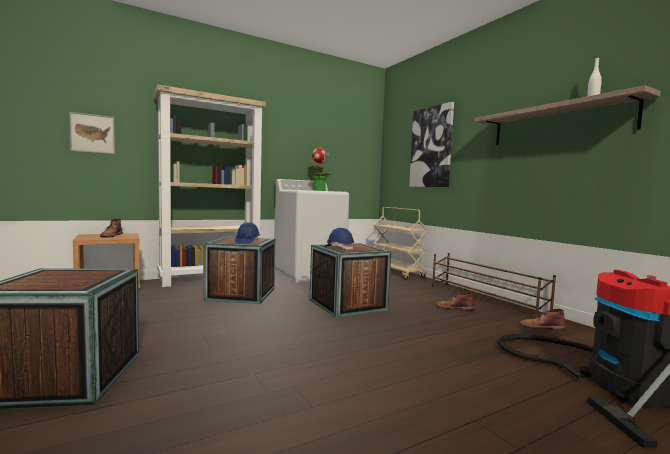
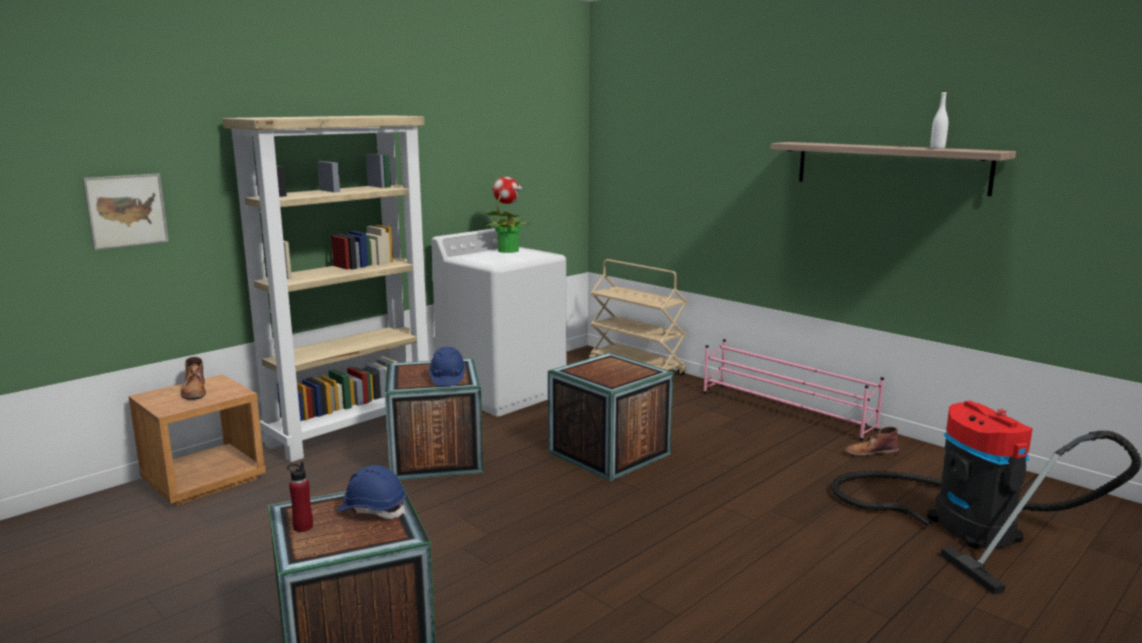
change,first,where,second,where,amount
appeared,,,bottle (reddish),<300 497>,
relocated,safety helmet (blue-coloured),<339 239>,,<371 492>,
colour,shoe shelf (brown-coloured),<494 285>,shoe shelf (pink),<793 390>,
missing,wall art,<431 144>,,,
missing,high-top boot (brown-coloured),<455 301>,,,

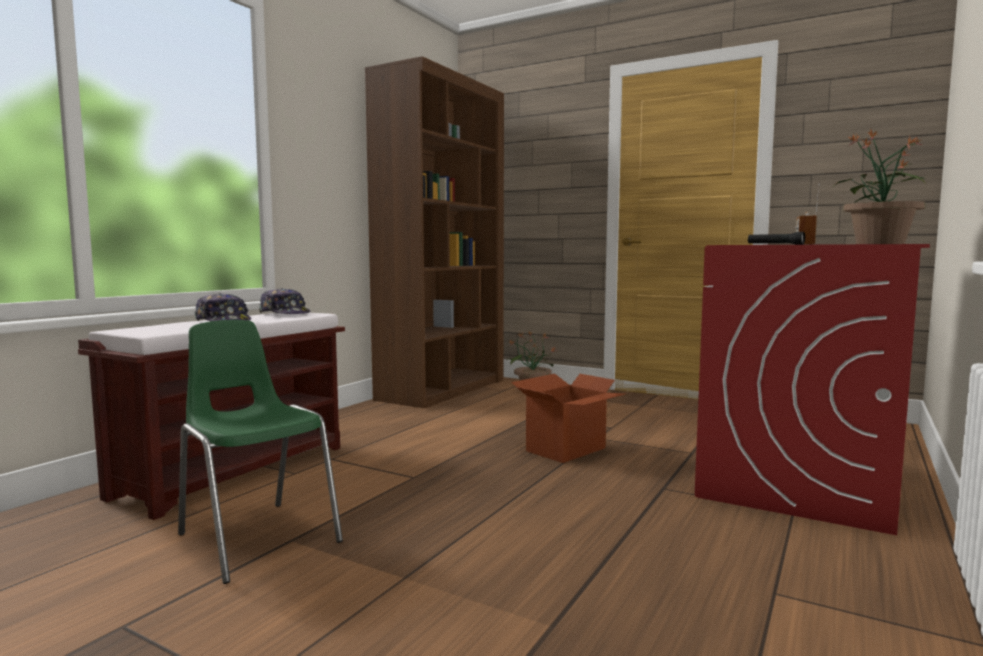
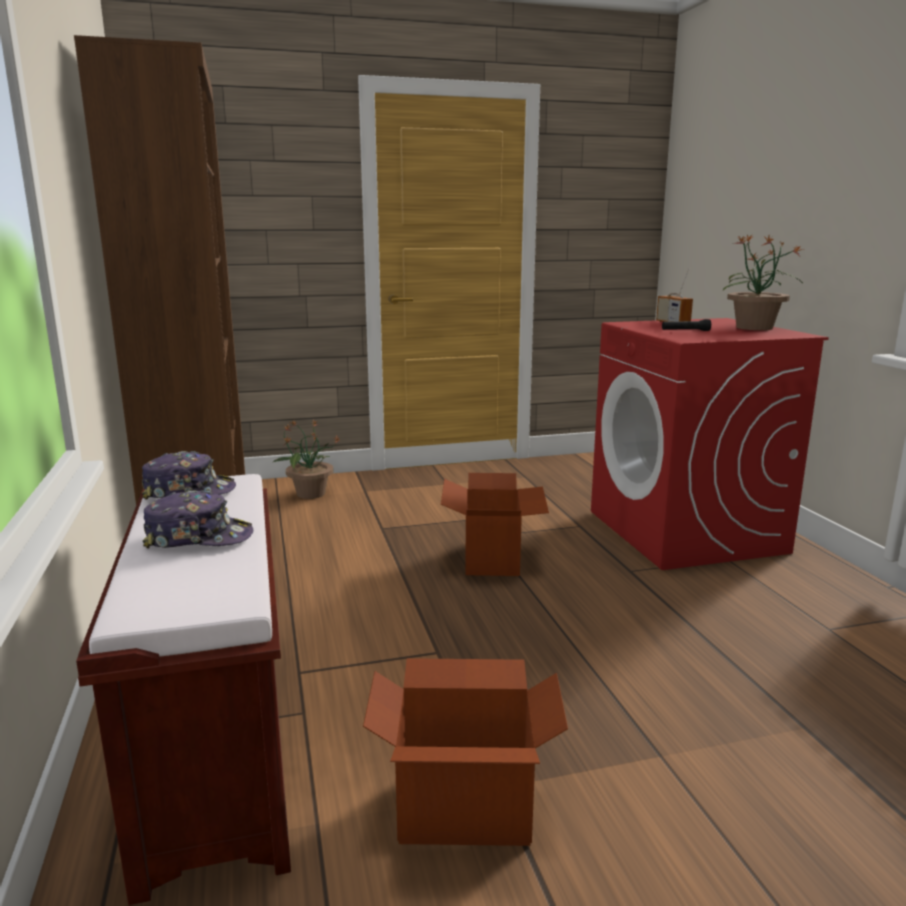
change,first,where,second,where,amount
exchanged,chair (green),<260 452>,carton,<465 752>,

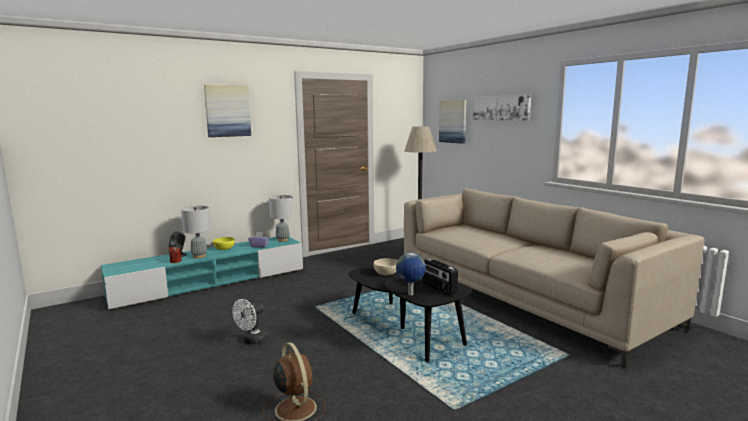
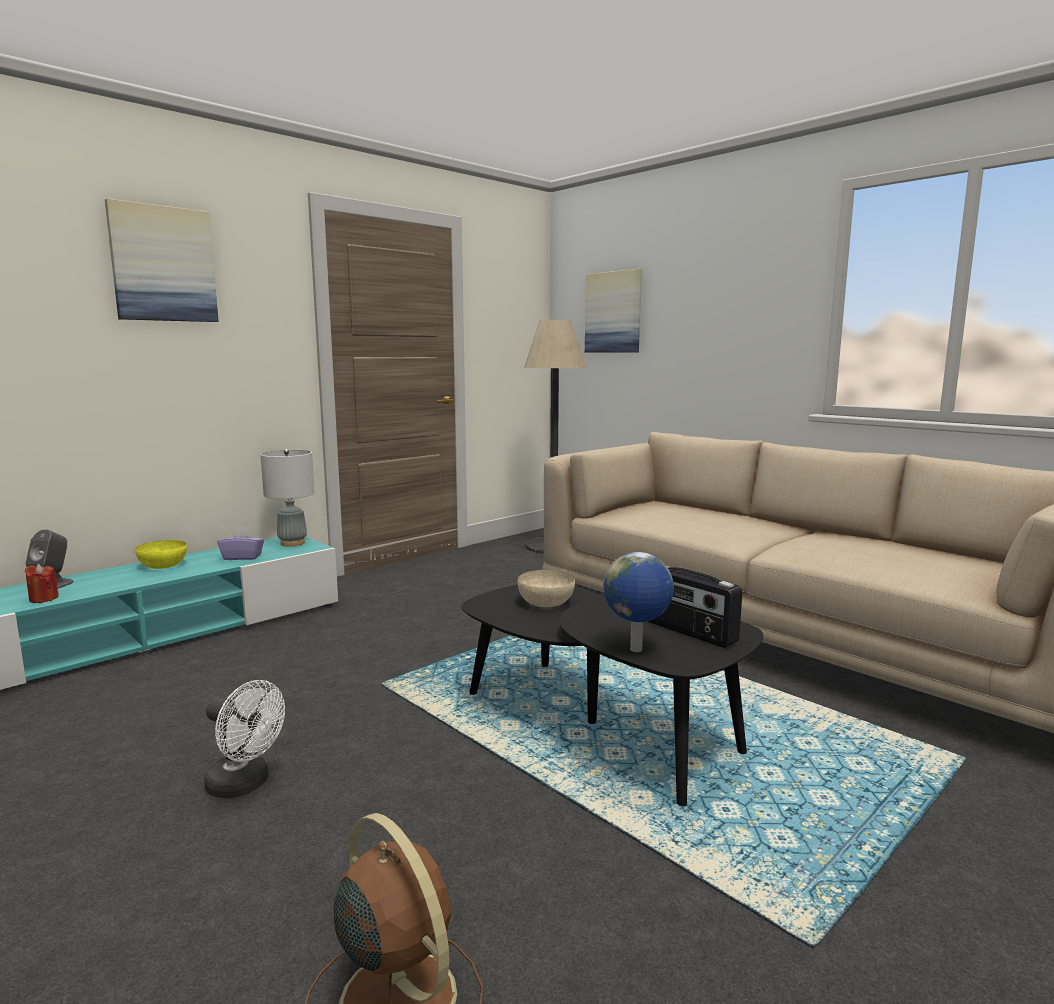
change,first,where,second,where,amount
spun,fan (white),<250 321>,,<244 739>,90 degrees counterclockwise
missing,lamp for a table (grey),<196 232>,,,
missing,wall art,<502 107>,,,

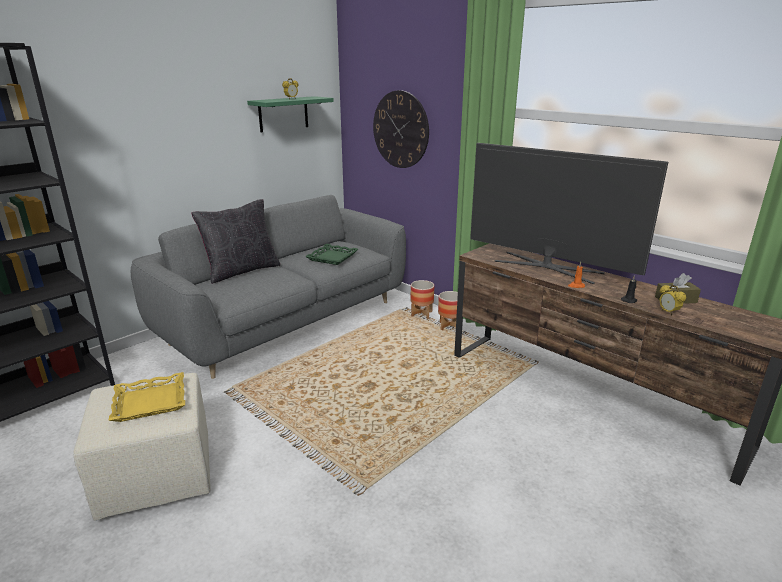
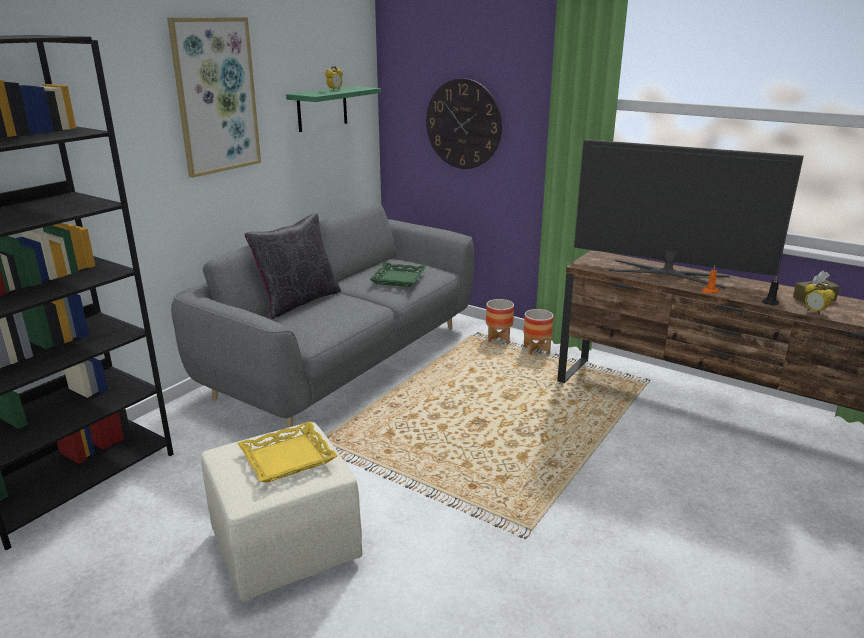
change,first,where,second,where,amount
appeared,,,wall art,<214 97>,

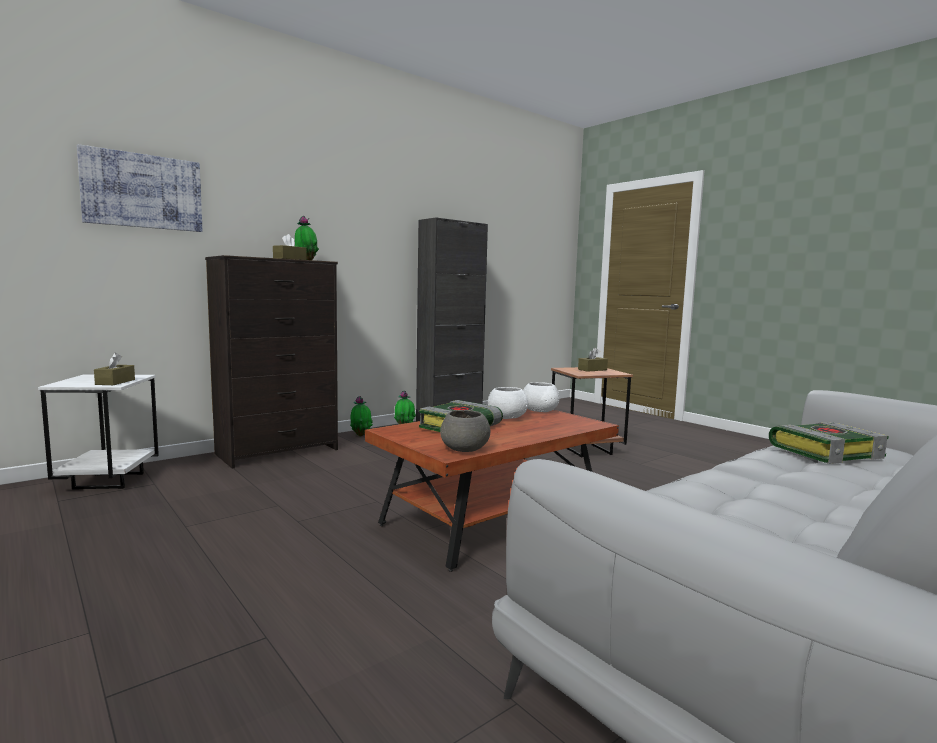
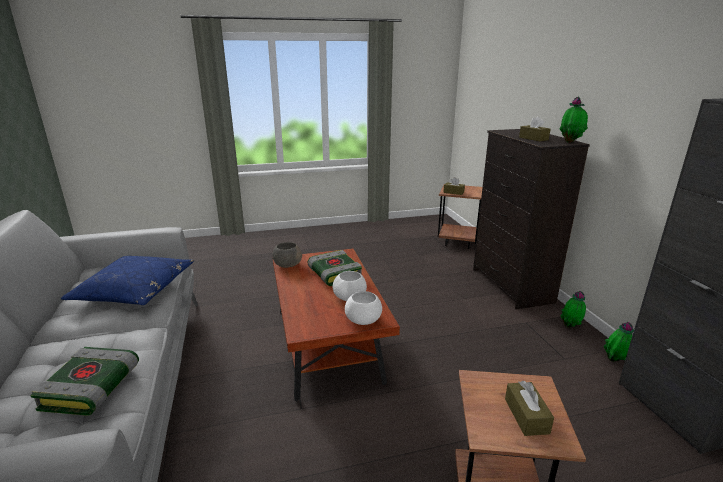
change,first,where,second,where,amount
appeared,,,cushion (blue-coloured),<127 280>,
colour,end table (white),<98 432>,end table (brown-coloured),<460 217>,
missing,wall art,<140 188>,,,

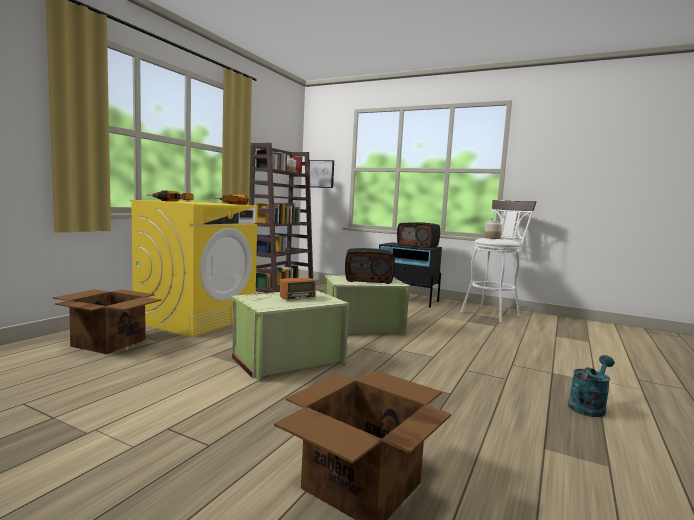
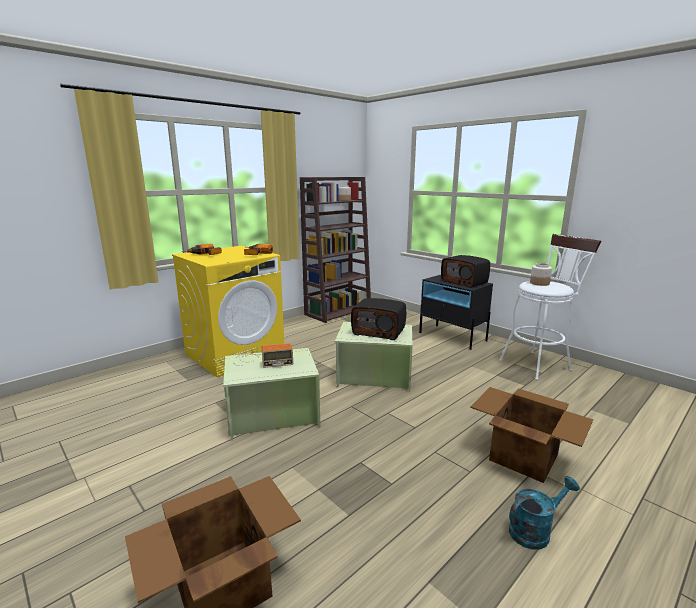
change,first,where,second,where,amount
relocated,carton,<107 321>,,<531 435>,
missing,wall art,<321 174>,,,

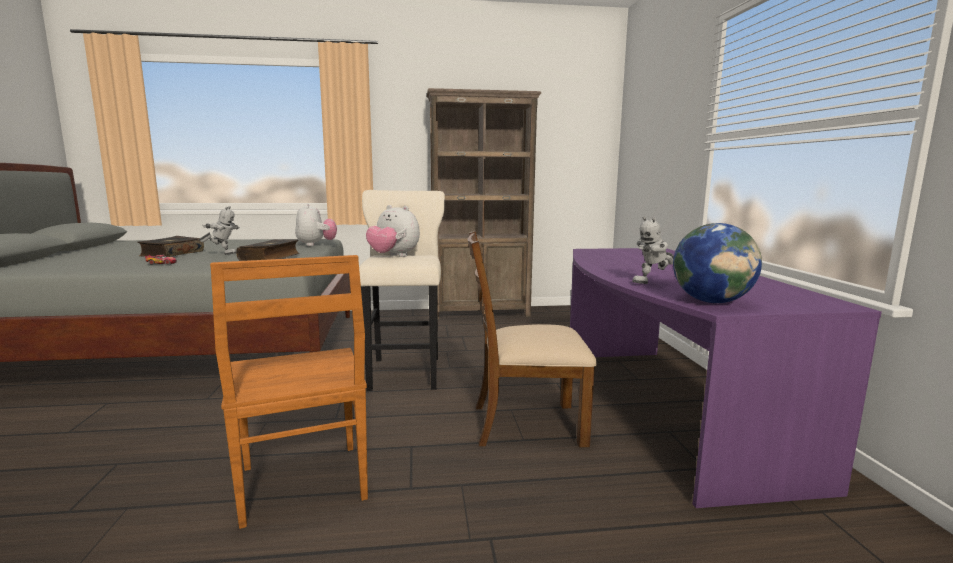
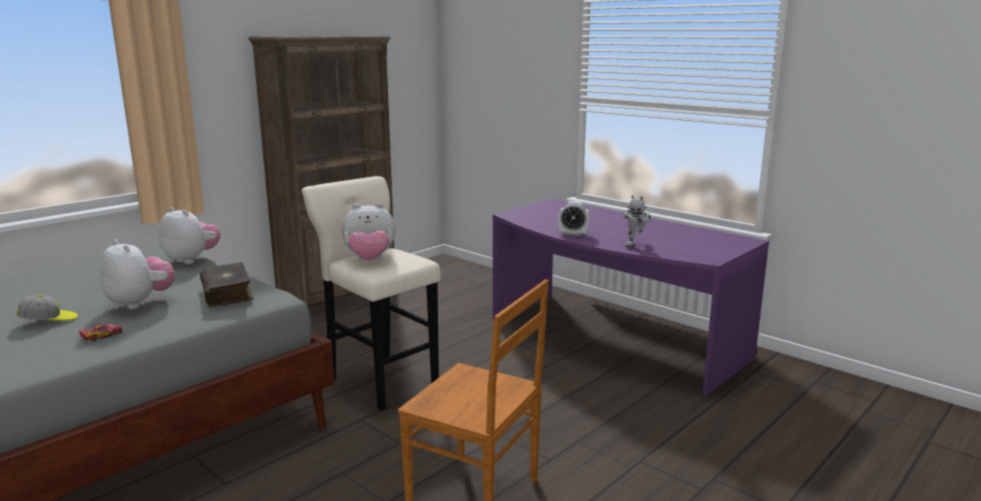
change,first,where,second,where,amount
exchanged,book,<170 246>,cap,<47 307>,
exchanged,model robot,<219 230>,soft toy,<137 274>,
appeared,,,alarm clock,<574 218>,
missing,chair (brown-coloured),<532 339>,,,
missing,desk globe,<717 263>,,,

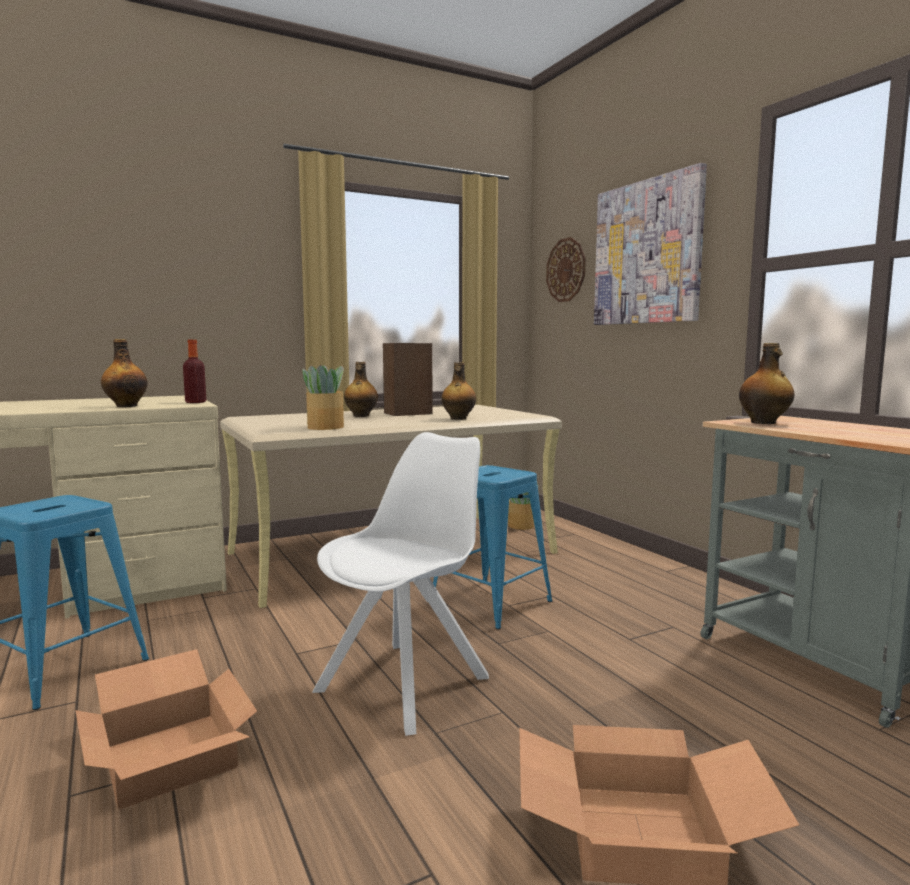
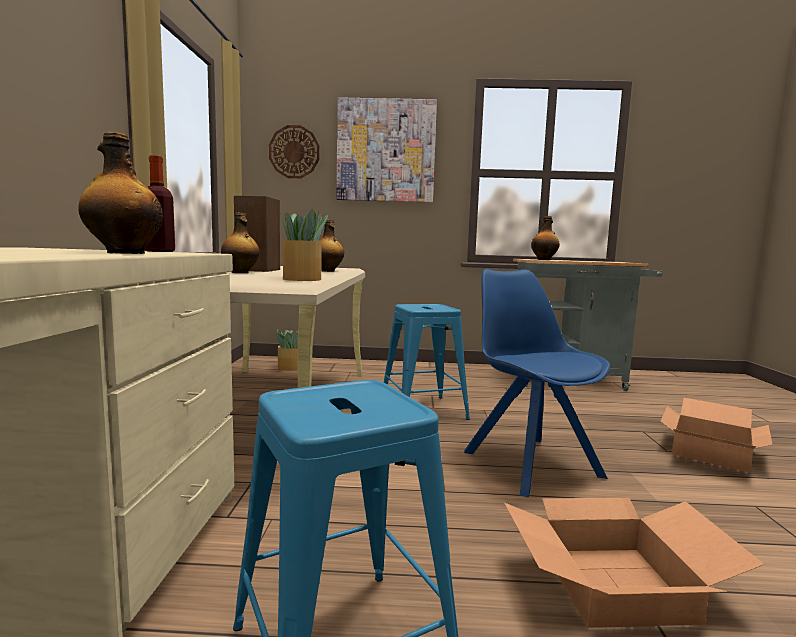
change,first,where,second,where,amount
colour,chair (white),<400 584>,chair (blue-coloured),<537 383>,

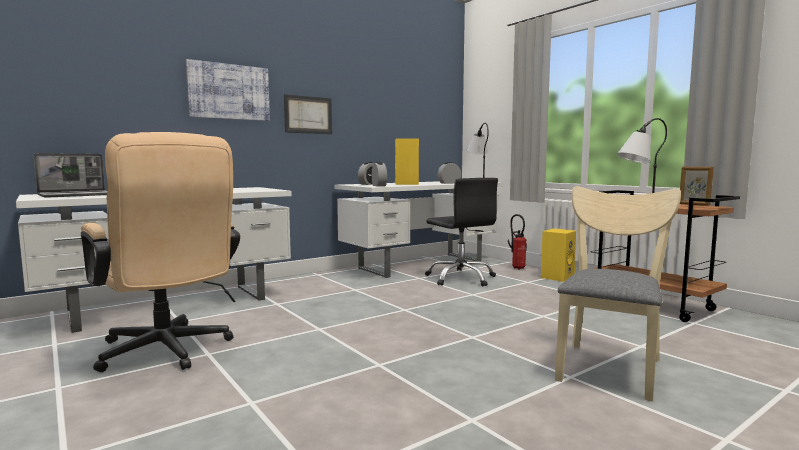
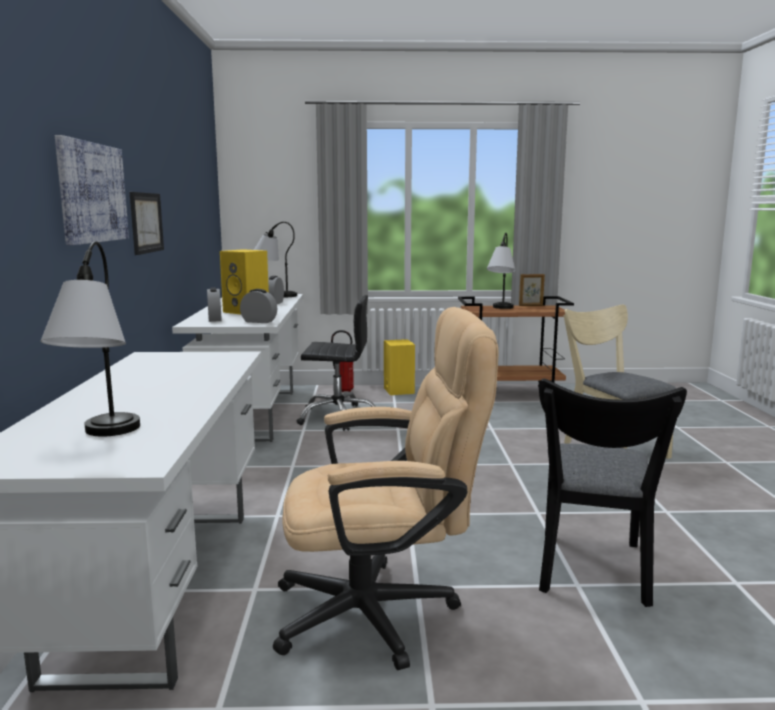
change,first,where,second,where,amount
exchanged,laptop,<71 175>,lamp for a table,<90 338>,
appeared,,,chair (black-coloured),<613 493>,

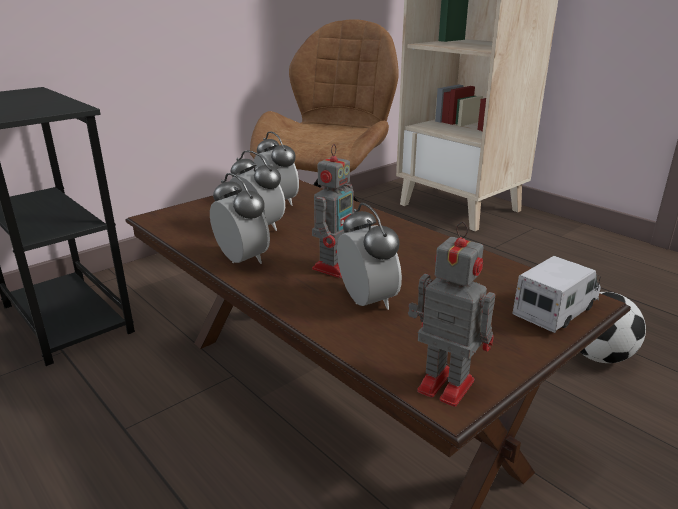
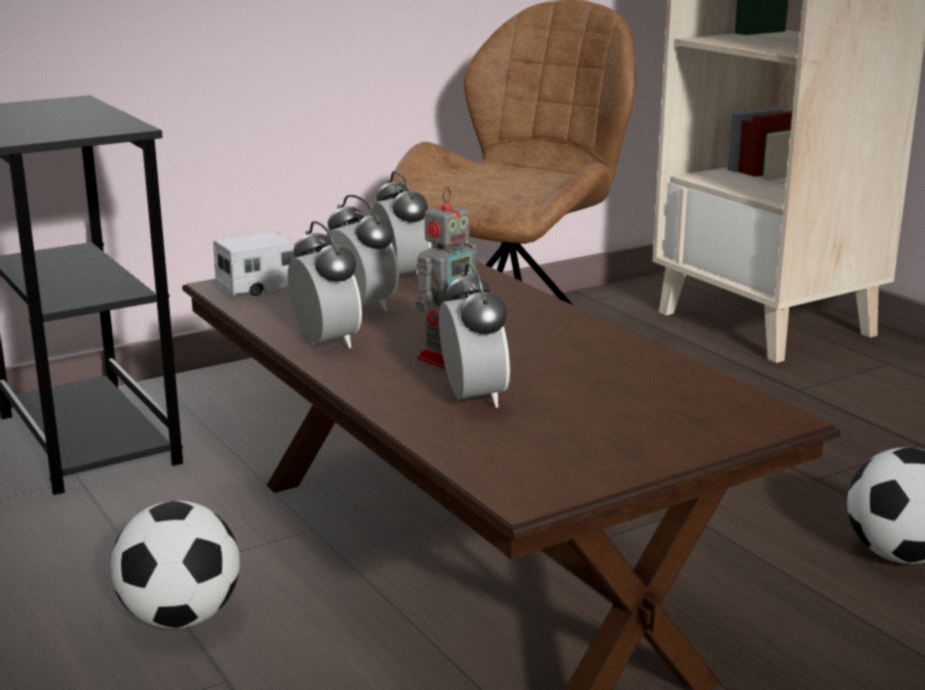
change,first,where,second,where,amount
appeared,,,football,<175 565>,
relocated,toy lorry,<556 294>,,<254 263>,
missing,model robot,<451 314>,,,

